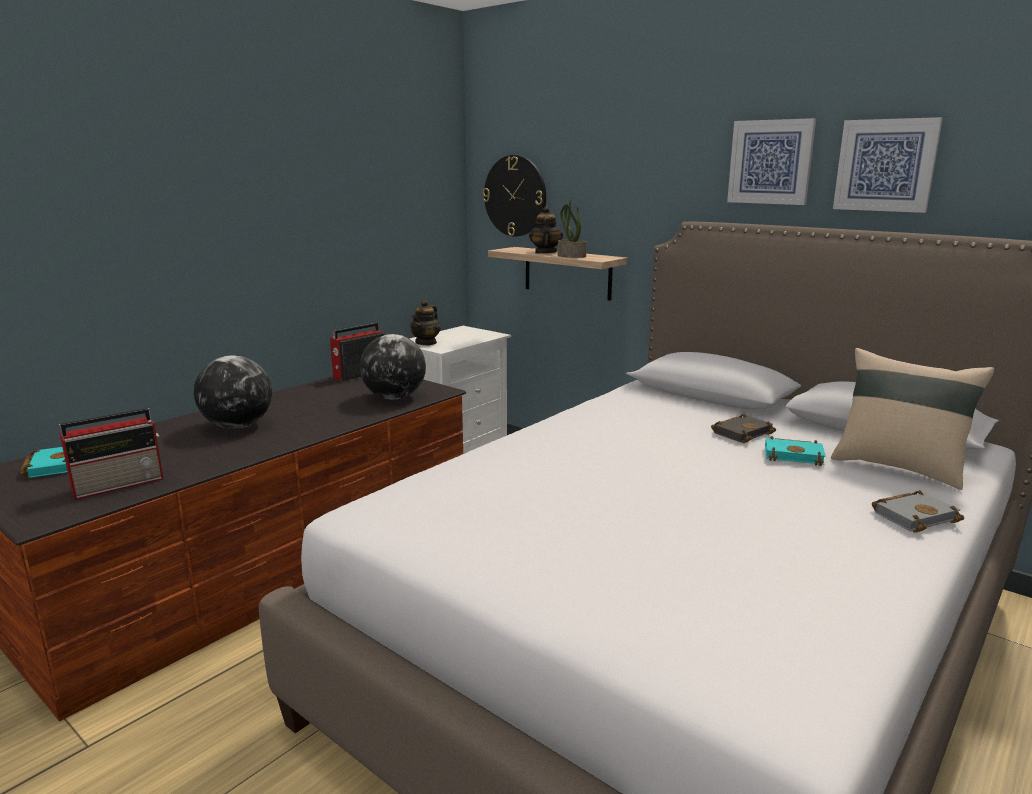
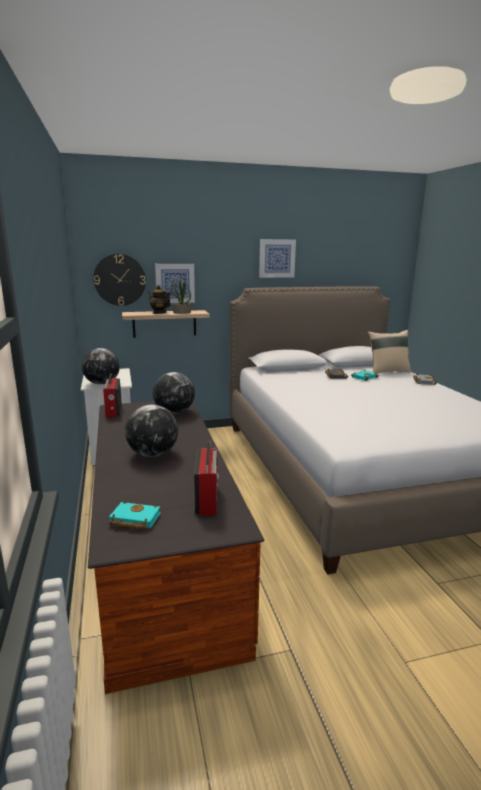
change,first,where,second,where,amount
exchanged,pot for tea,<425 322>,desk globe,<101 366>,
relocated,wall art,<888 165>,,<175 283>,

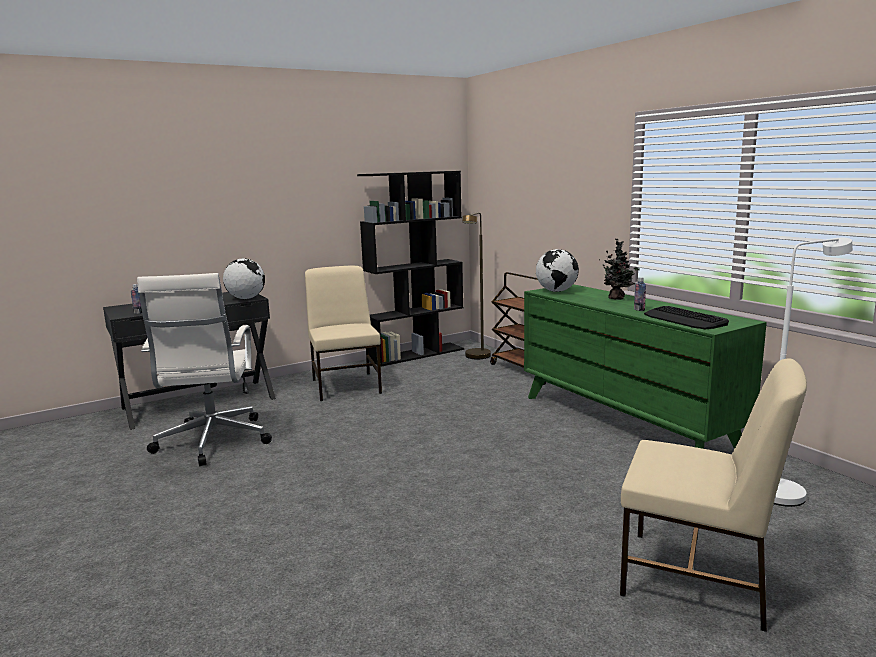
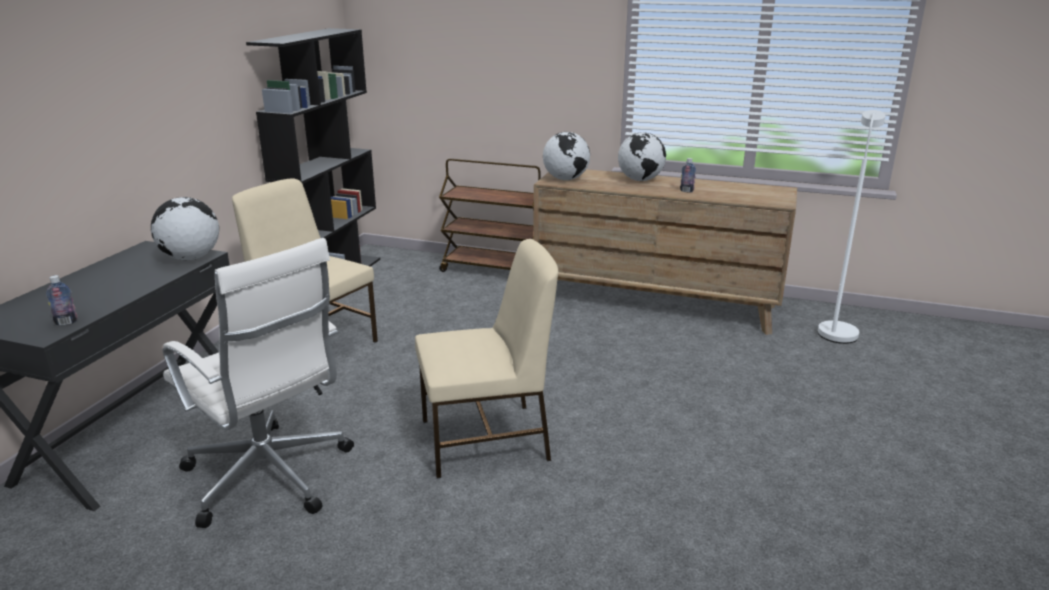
change,first,where,second,where,amount
relocated,chair (beige),<713 495>,,<486 358>,
colour,chest of drawers (green),<645 366>,chest of drawers (brown-coloured),<665 252>,
exchanged,plant in a pot,<621 269>,desk globe,<642 156>,
missing,floor lamp (brown-coloured),<476 285>,,,
missing,keyboard,<686 317>,,,

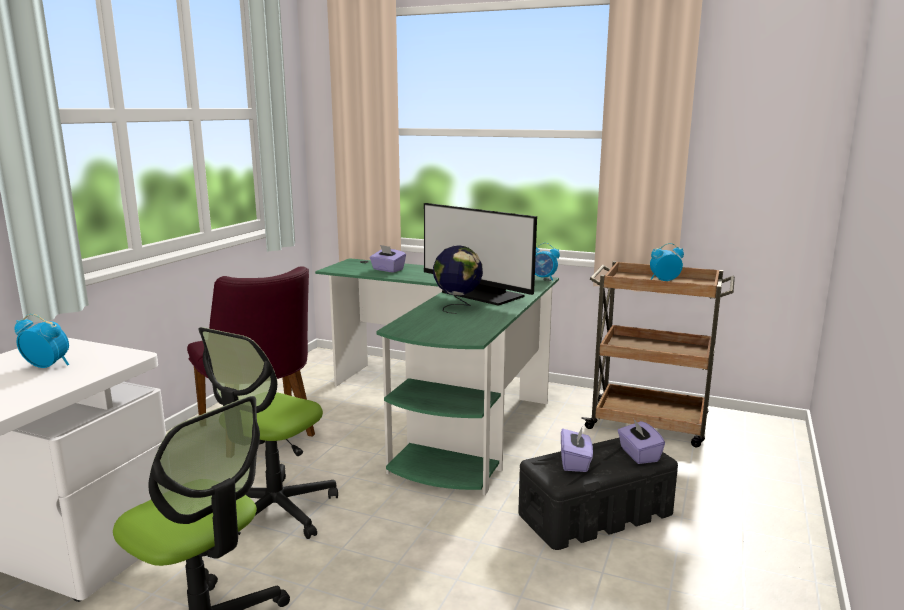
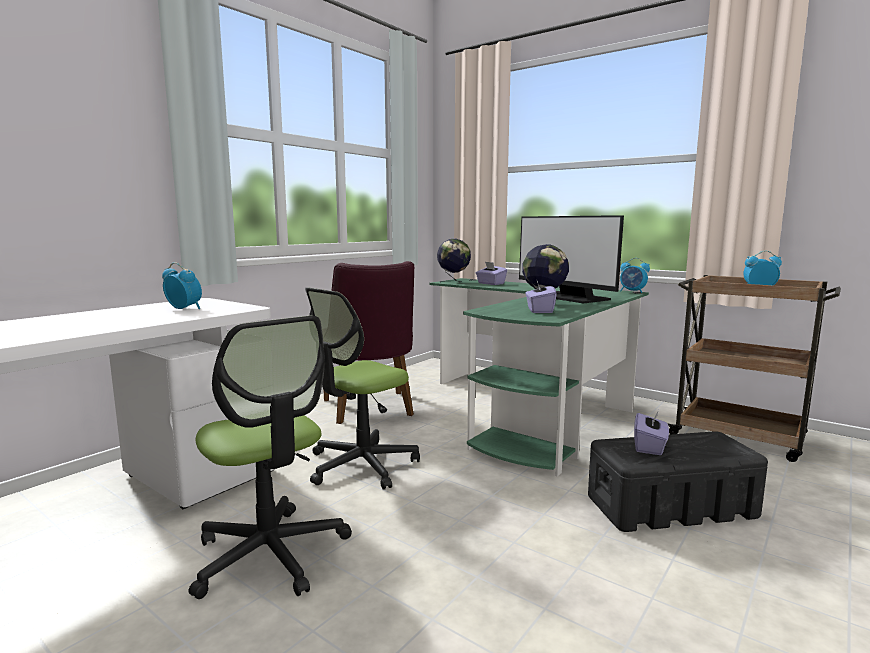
change,first,where,second,where,amount
appeared,,,desk globe,<454 261>,
relocated,tissue box (purple-coloured),<641 441>,,<541 296>,

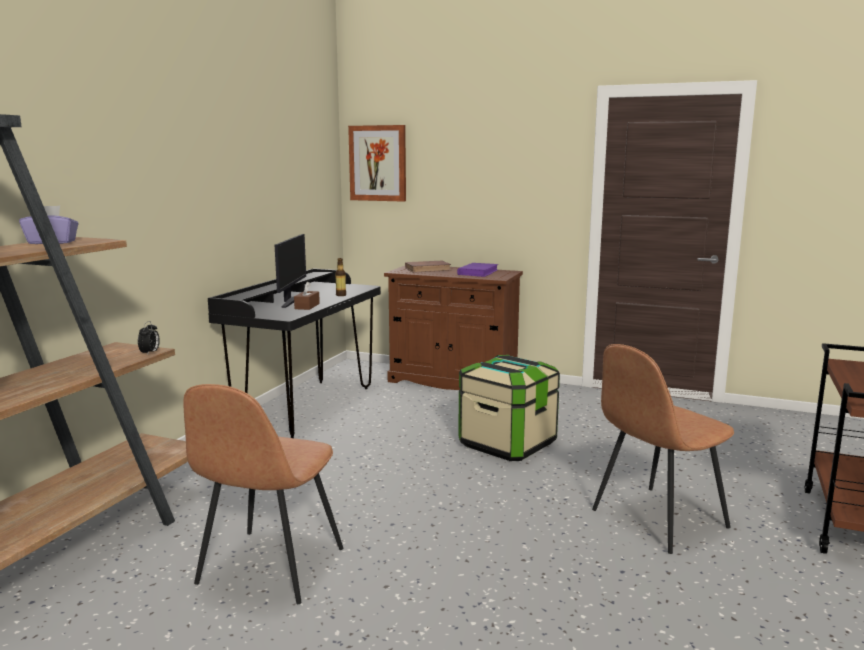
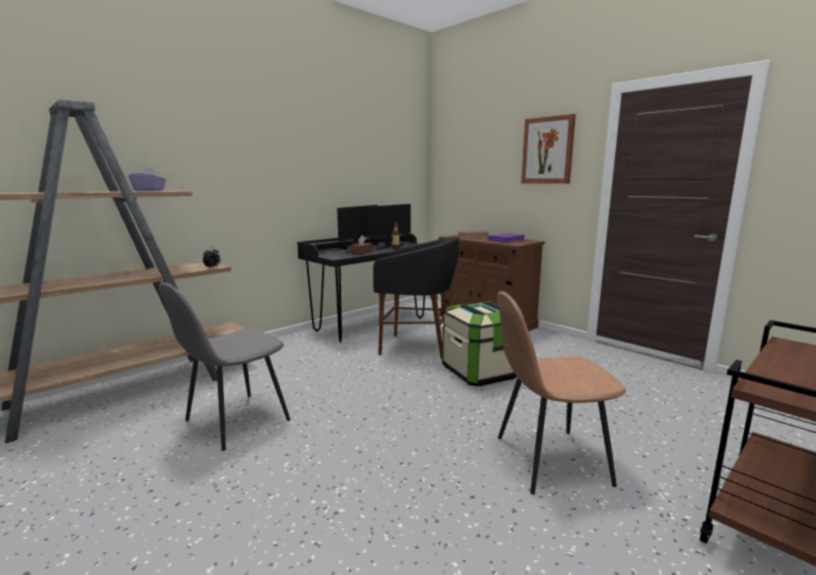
change,first,where,second,where,amount
colour,chair (brown-coloured),<263 494>,chair (grey),<224 366>,
appeared,,,computer display,<389 226>,
appeared,,,sitting stool (black-coloured),<416 298>,
relocated,wall art,<377 163>,,<548 149>,

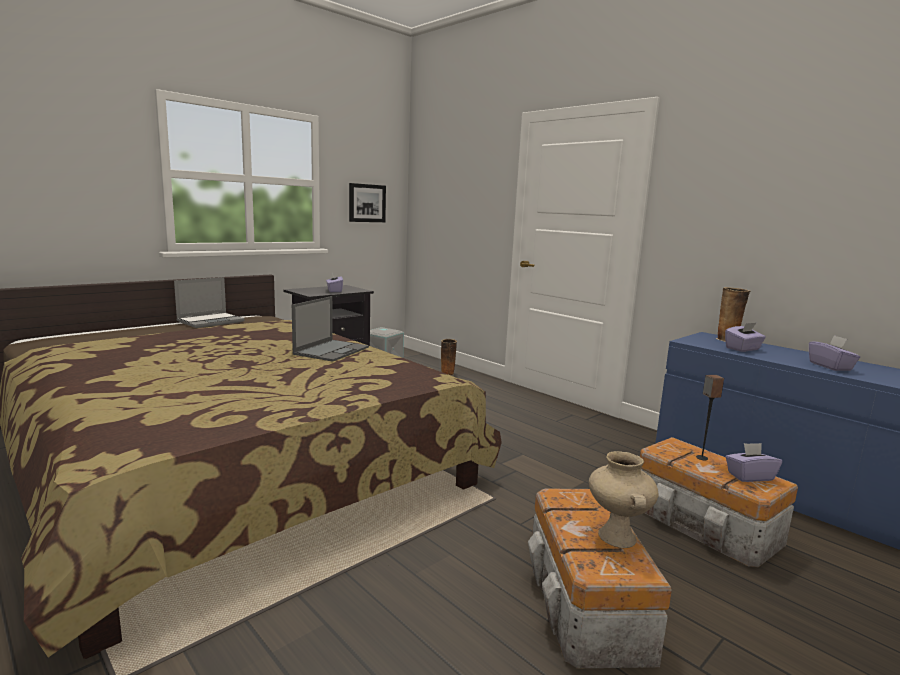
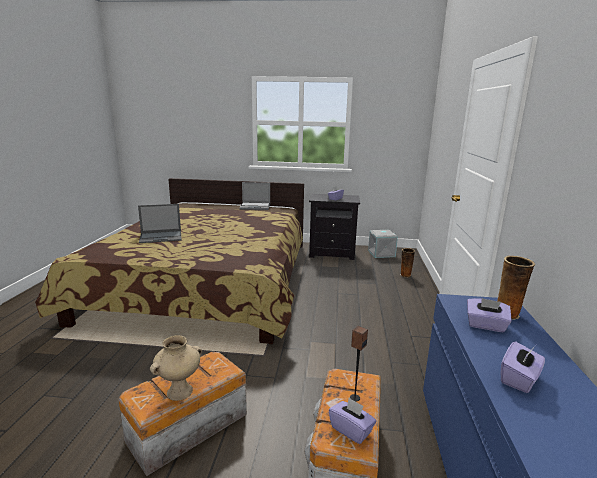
change,first,where,second,where,amount
relocated,laptop,<330 329>,,<159 223>,
missing,wall art,<367 202>,,,

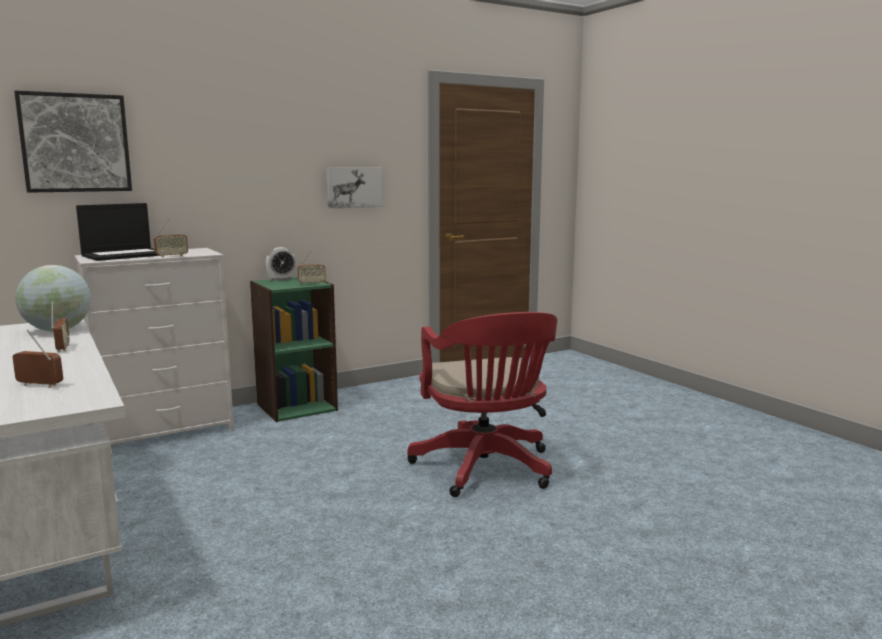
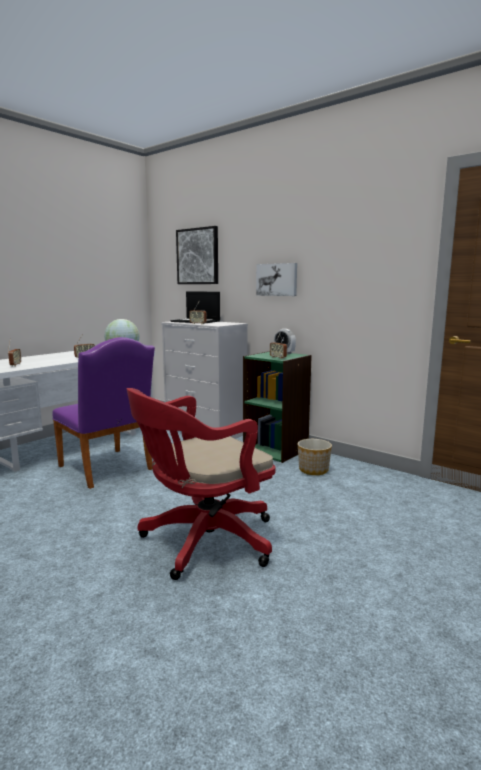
change,first,where,second,where,amount
appeared,,,chair (purple-coloured),<103 413>,
relocated,wall art,<354 188>,,<276 279>,
appeared,,,flower pot,<315 457>,

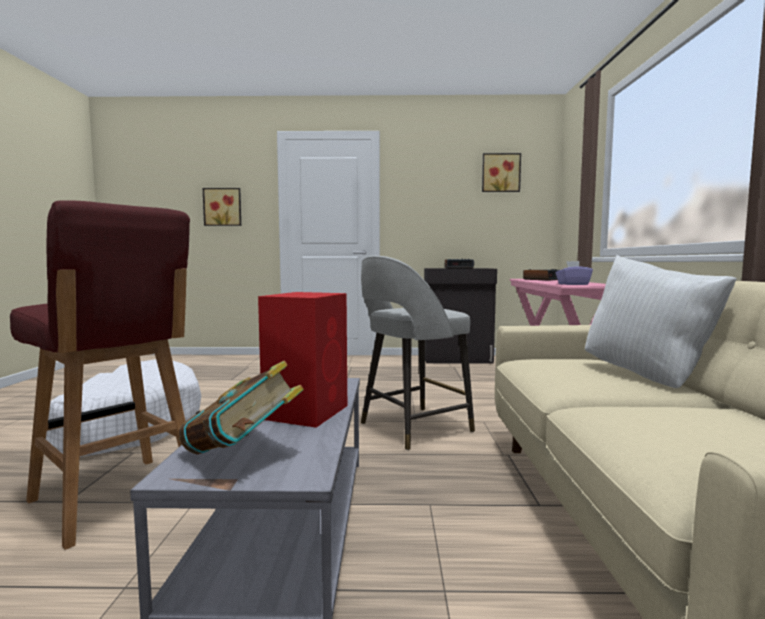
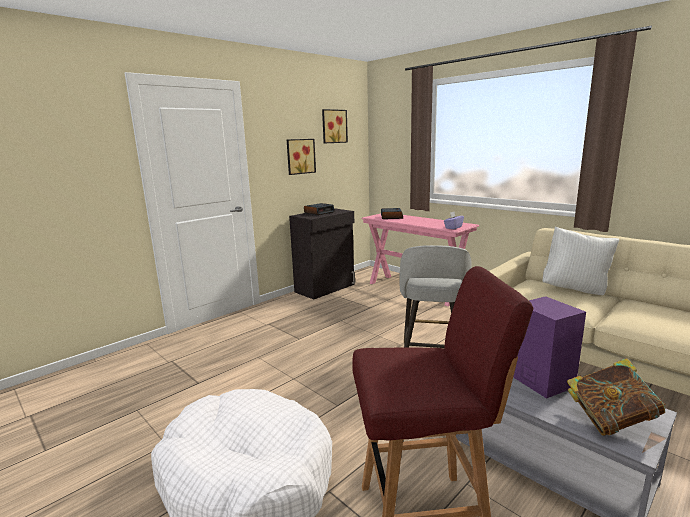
change,first,where,second,where,amount
relocated,wall art,<222 207>,,<301 157>,
colour,loudspeaker (reddish),<302 360>,loudspeaker (purple-coloured),<549 347>,

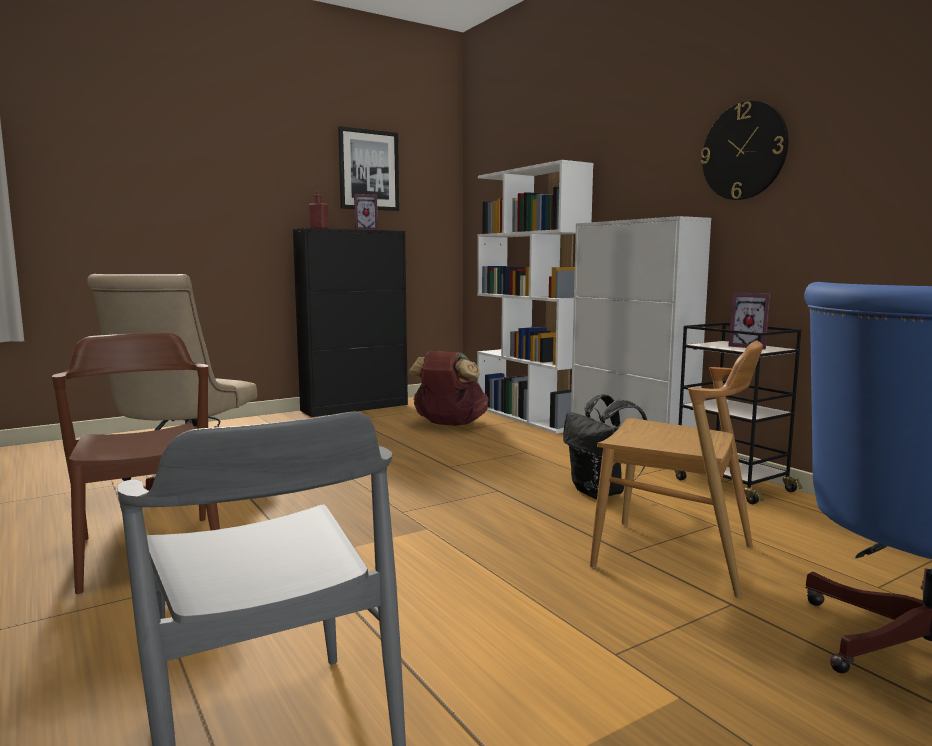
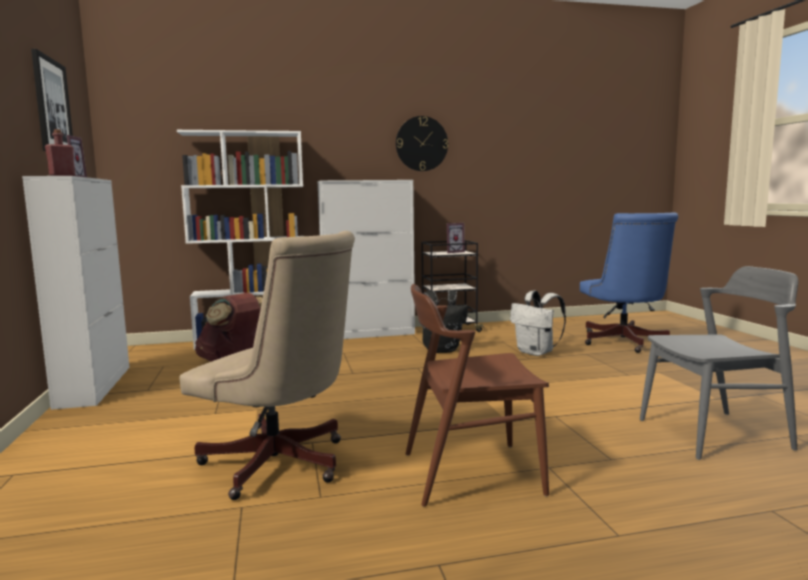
change,first,where,second,where,amount
colour,storage cabinet (black-coloured),<350 322>,storage cabinet (white),<76 293>,
exchanged,chair (brown-coloured),<676 469>,backpack (white),<538 323>,

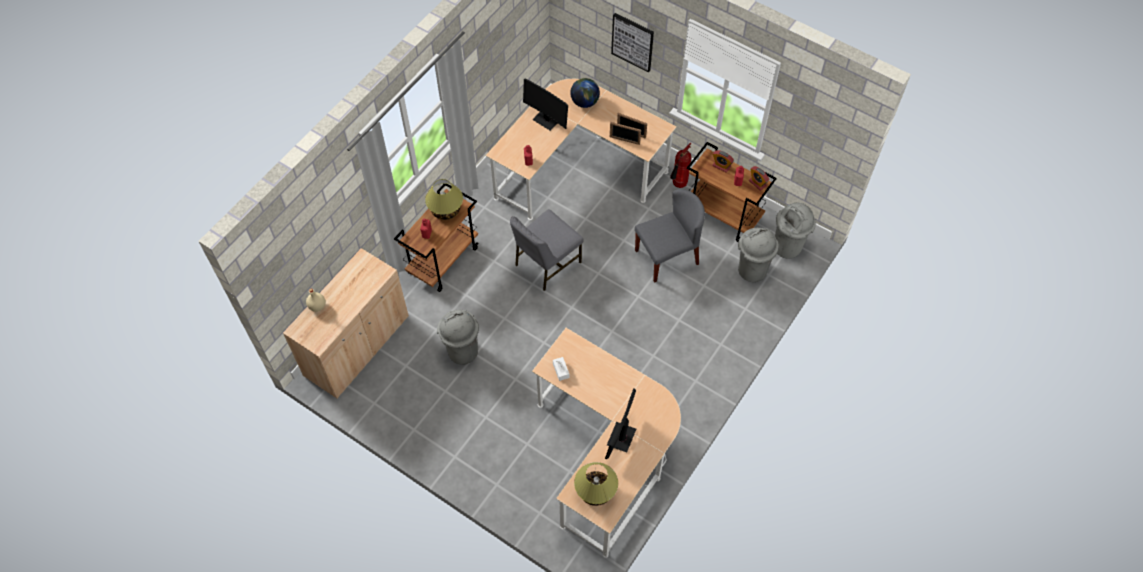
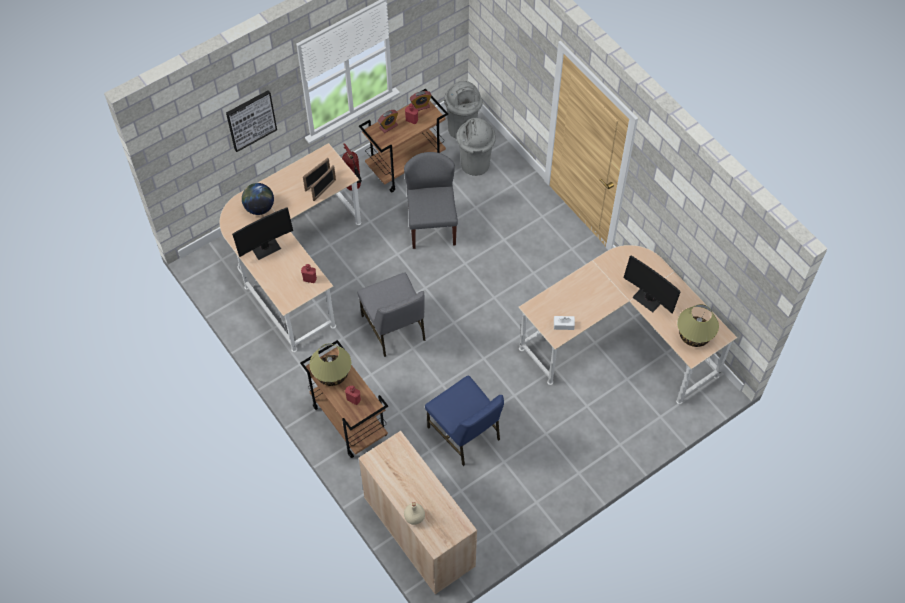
change,first,where,second,where,amount
exchanged,rubbish bin (grey),<458 337>,chair (blue-coloured),<464 420>,

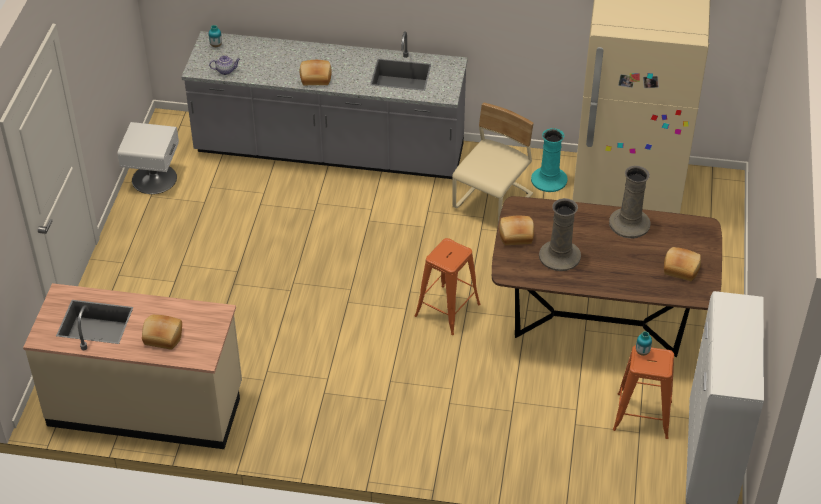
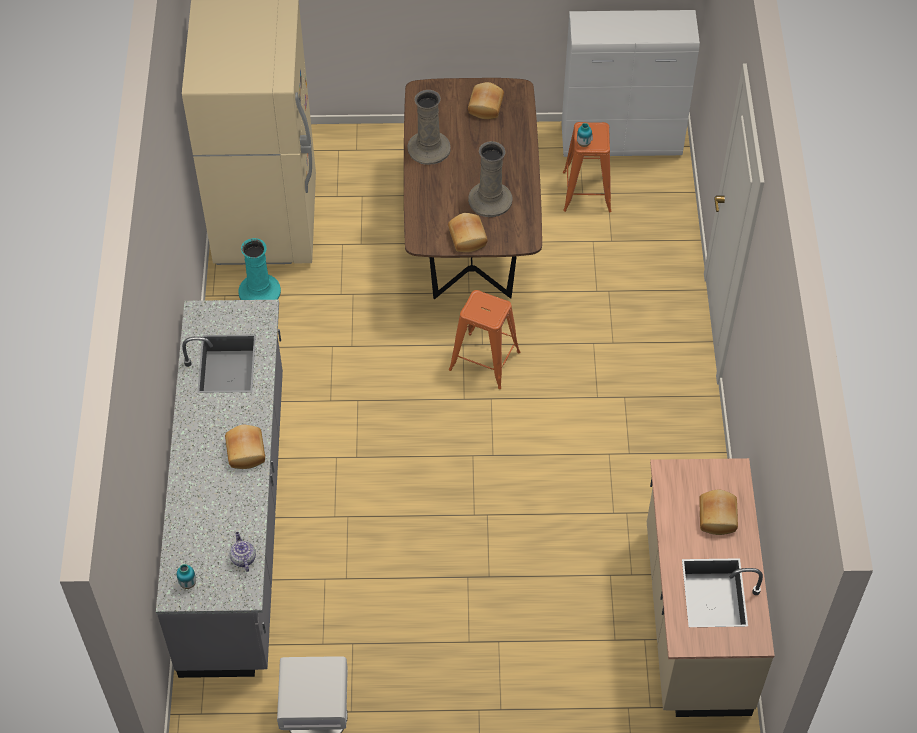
change,first,where,second,where,amount
missing,chair (beige),<493 162>,,,

